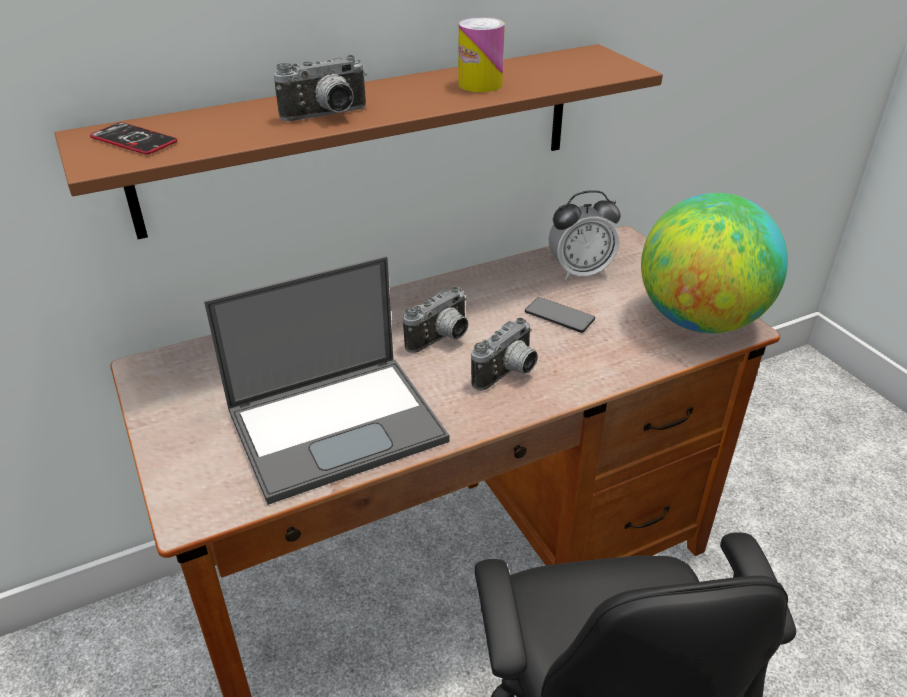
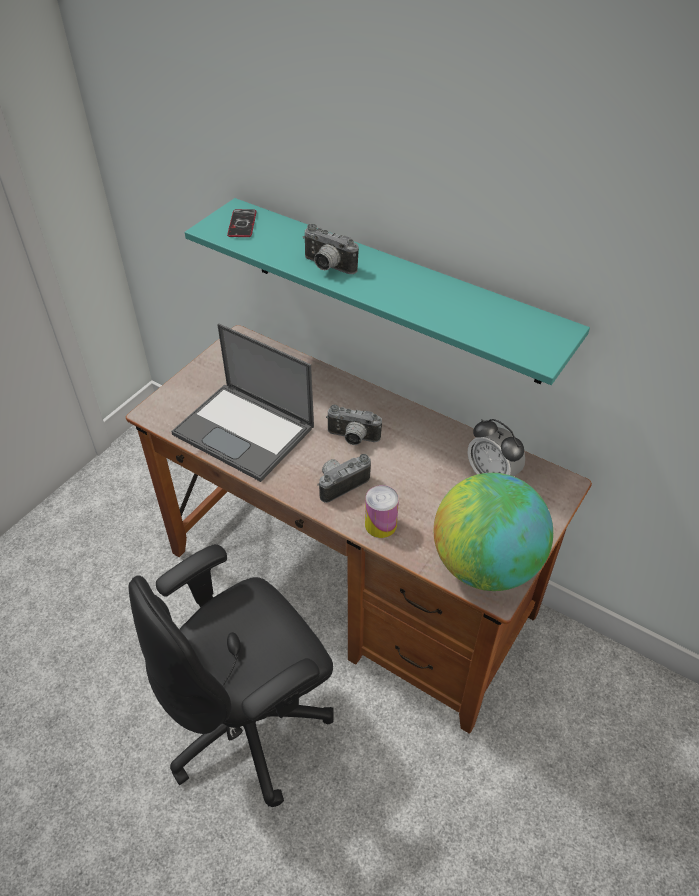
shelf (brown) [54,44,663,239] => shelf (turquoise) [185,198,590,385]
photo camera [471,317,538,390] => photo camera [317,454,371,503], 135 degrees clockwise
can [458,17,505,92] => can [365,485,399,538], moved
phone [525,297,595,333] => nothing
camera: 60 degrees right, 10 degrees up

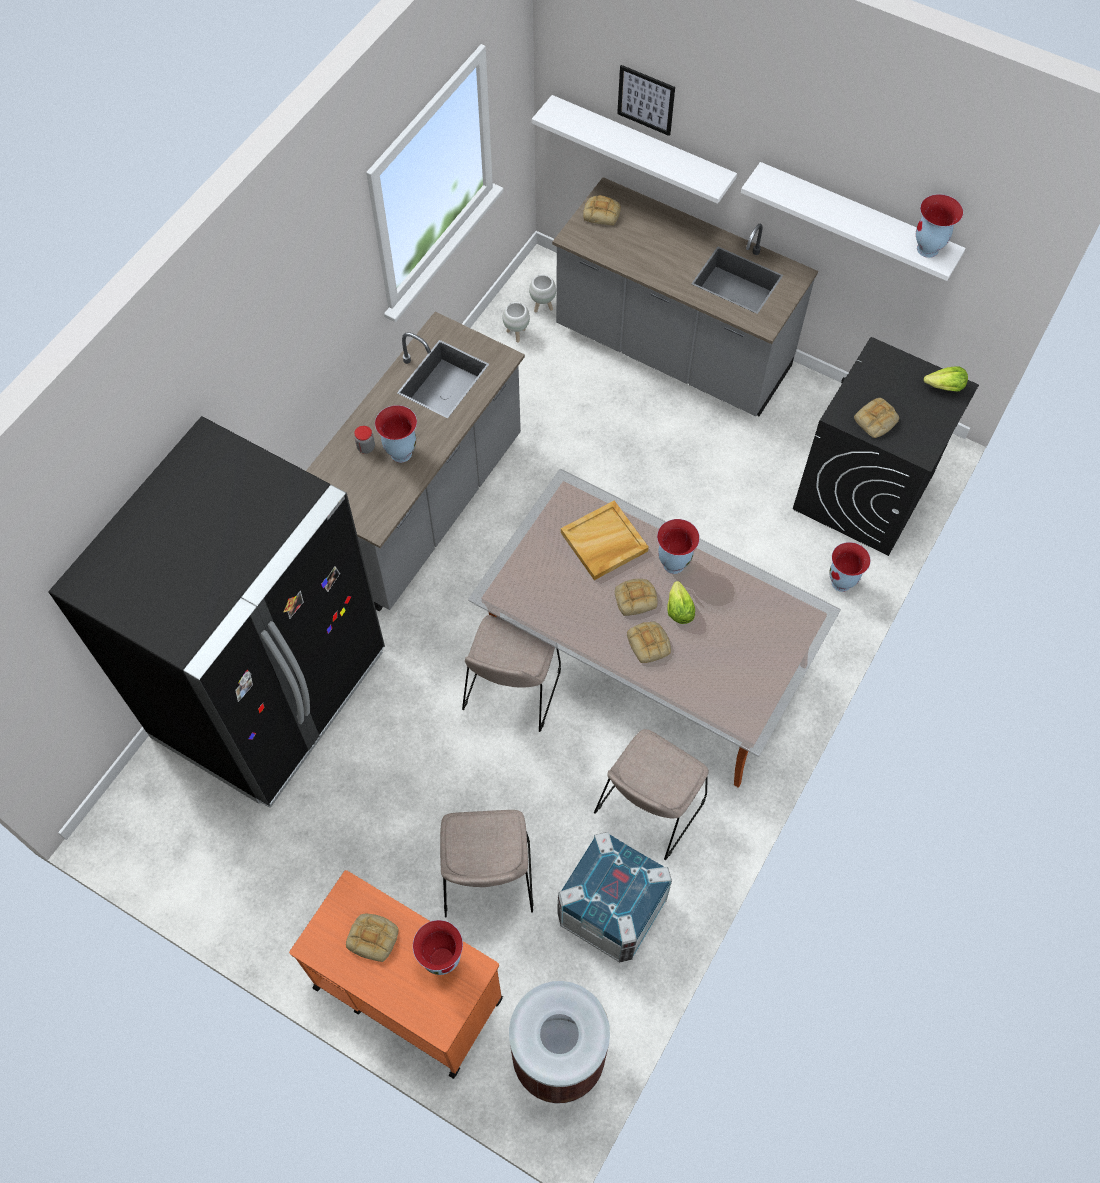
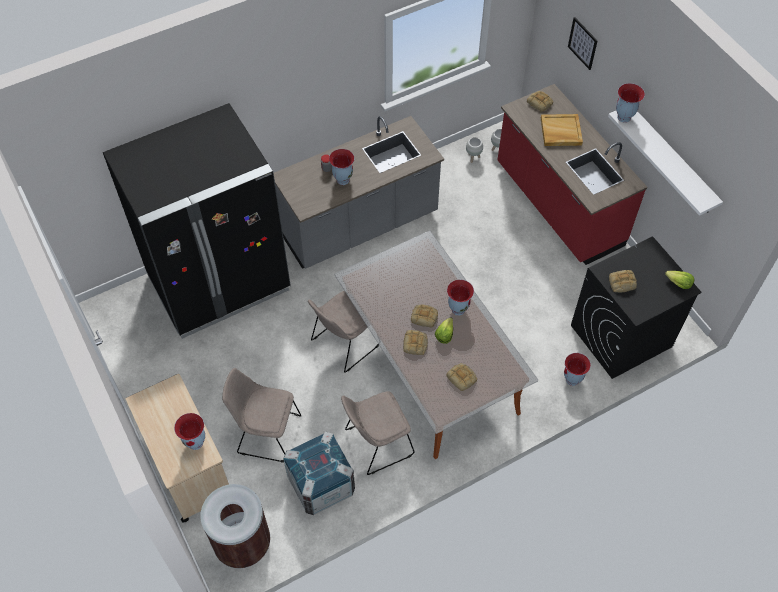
cart (orange) [289,870,503,1079] => cart (beige) [126,374,229,523]
chair (beige) [440,810,534,917] => chair (beige) [222,368,301,463], 75 degrees clockwise
bread [346,914,399,962] => bread [446,363,477,391], moved
counter (grey) [552,177,818,416] => counter (red) [498,84,647,265]
tray (beige) [561,500,649,580] => tray (beige) [541,114,583,146], moved
vase [916,194,963,258] => vase [616,83,645,123], moved
shelf (white) [532,95,737,204] => nothing
camera: 30 degrees right, 5 degrees down

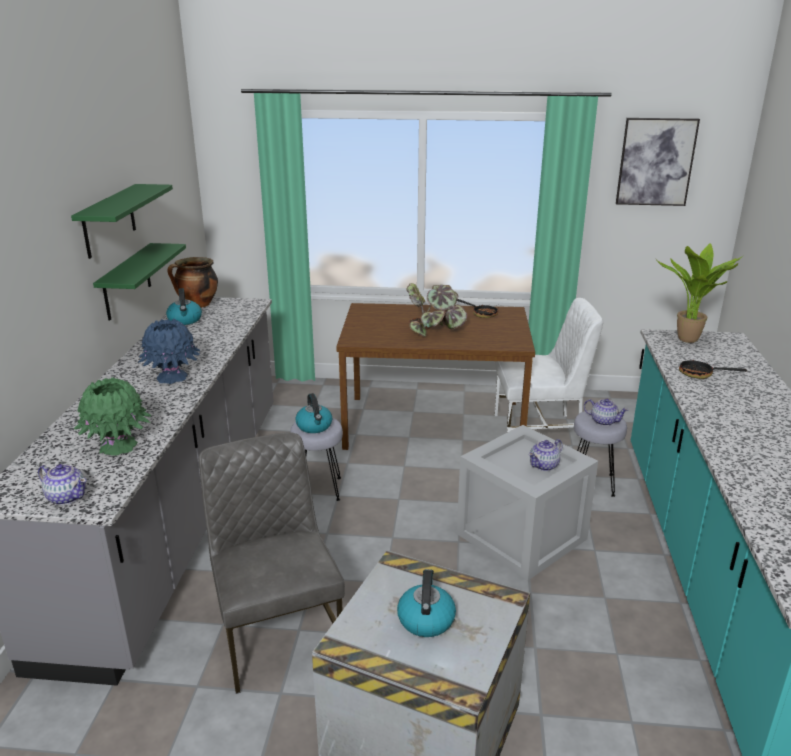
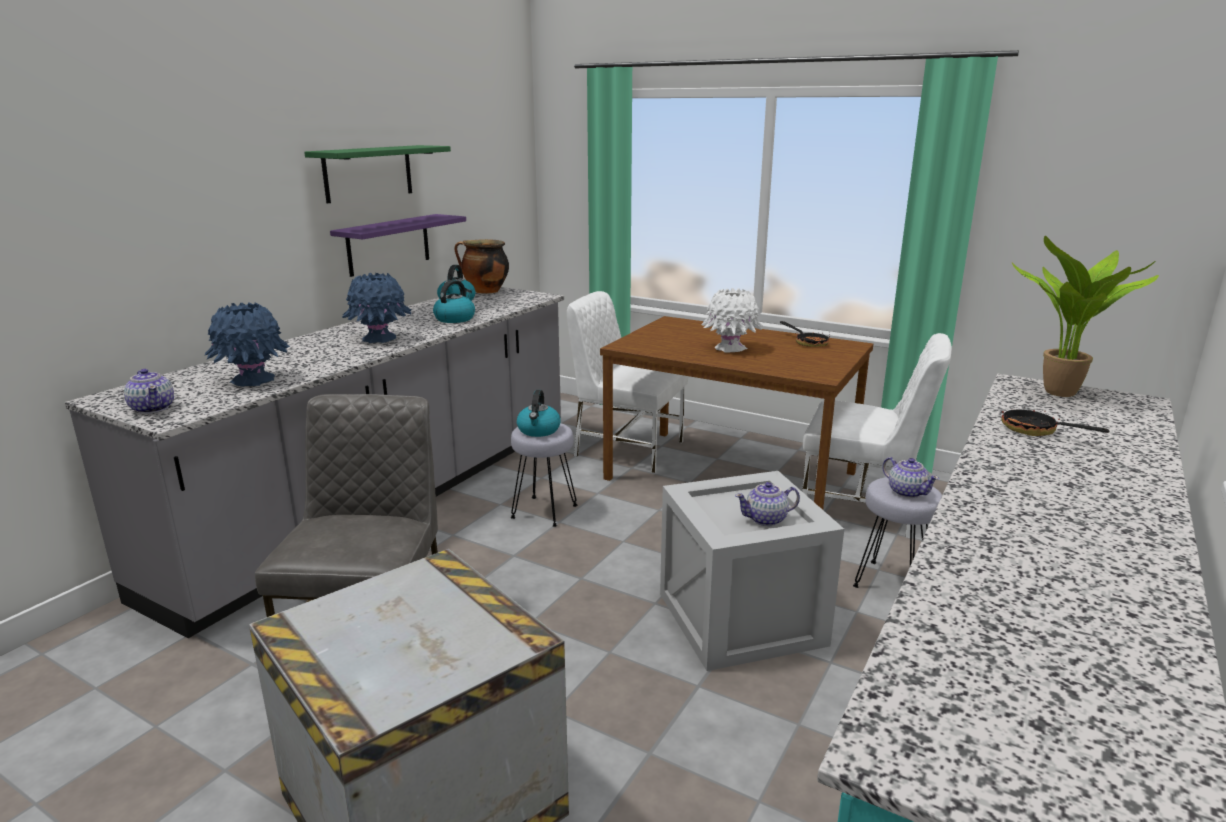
vase (green) [74,377,151,456] => vase (blue) [205,302,290,387]
shelf (green) [93,243,186,320] => shelf (purple) [330,214,466,277]
kettle [397,569,456,637] => kettle [433,280,475,323], moved
nothing => chair (white) [567,291,688,473]
potted plant [407,283,468,337] => vase (white) [701,288,763,352]
picture [616,118,700,206] => nothing
camera: 25 degrees right, 5 degrees down

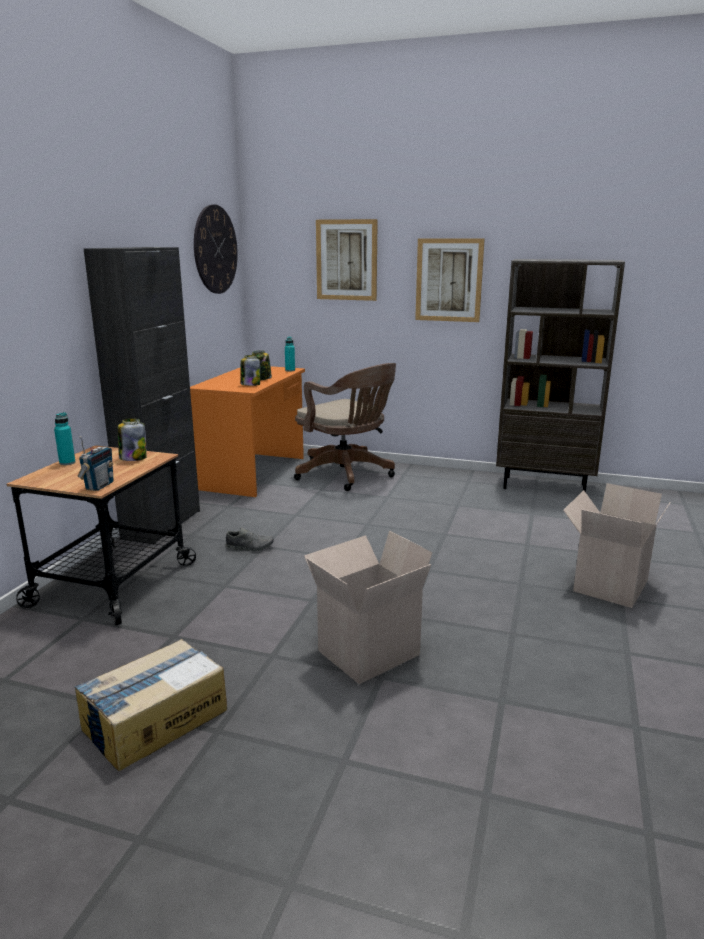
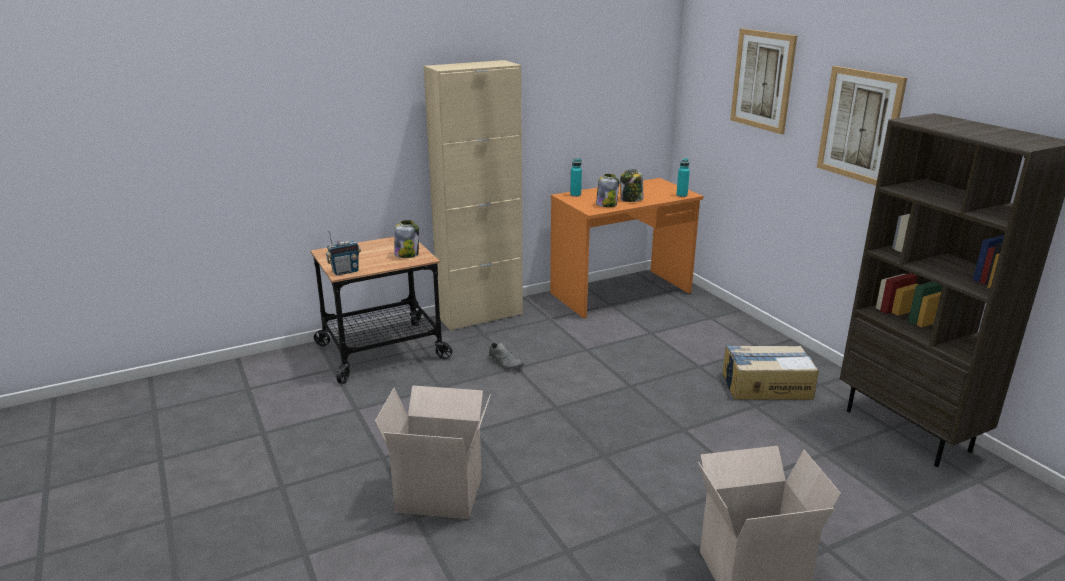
cabinet (black) [84,247,200,545] => cabinet (beige) [424,60,523,331]
bottle (turquoise) [54,412,76,465] => bottle (turquoise) [570,158,582,197], moved
cardboard box [74,639,227,771] => cardboard box [722,345,819,400], moved
wall clock [194,204,238,294] => nothing
office chair (brown) [294,363,396,491] => nothing
camera: 45 degrees right, 5 degrees up

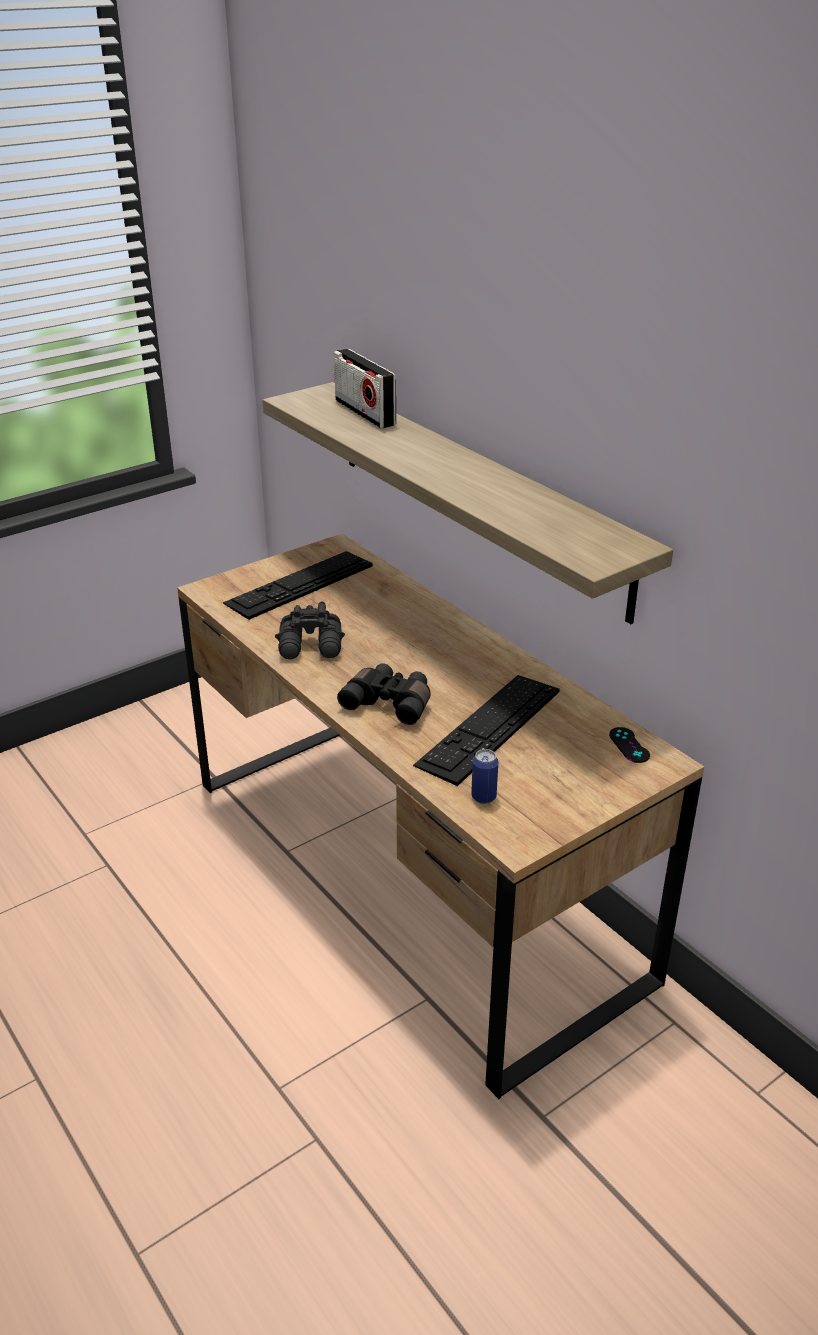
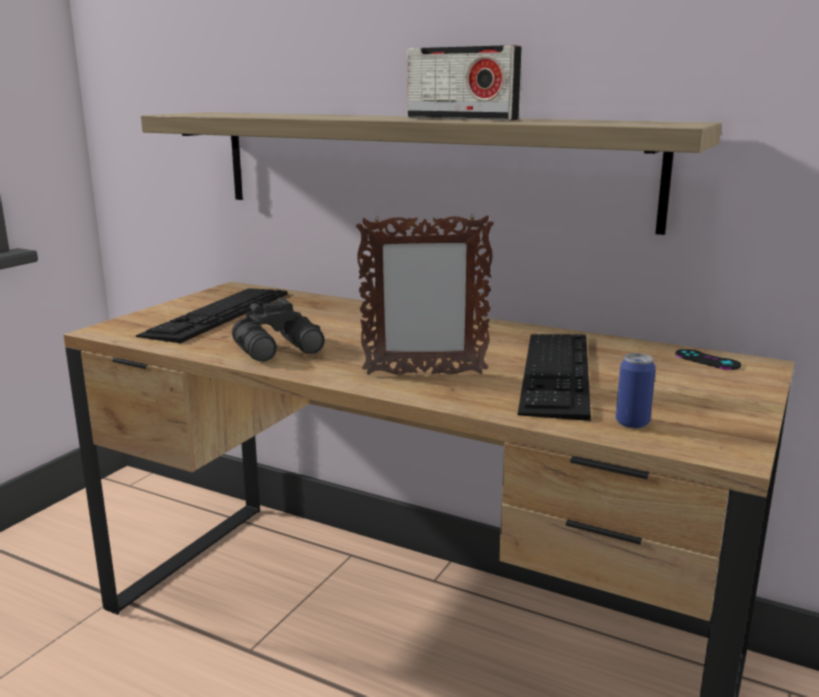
binoculars (black) [337,663,431,725] => picture frame [356,215,494,375]
radio [334,349,396,428] => radio [407,45,522,120], moved
camera: 25 degrees left, 15 degrees down

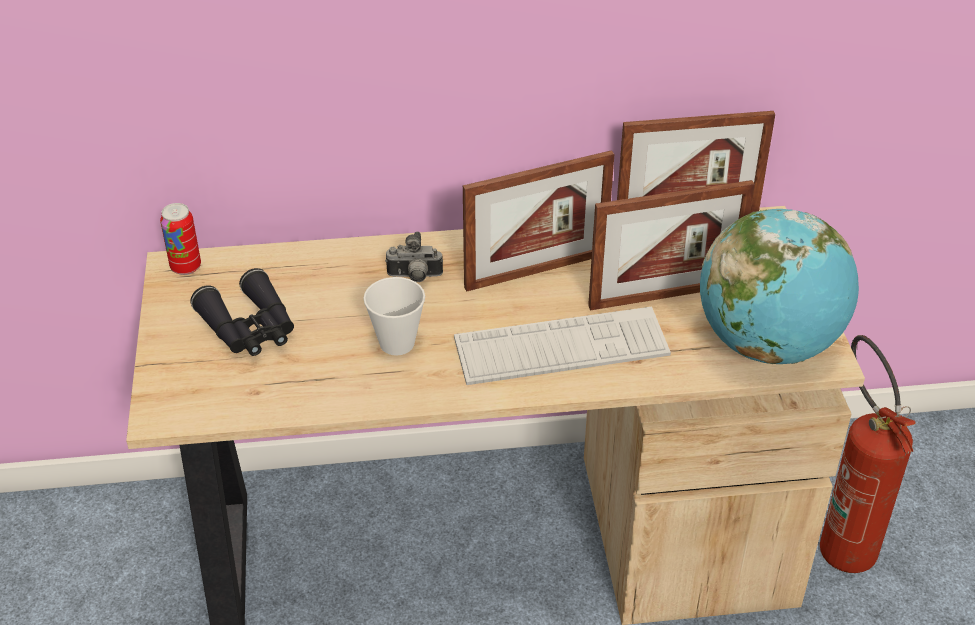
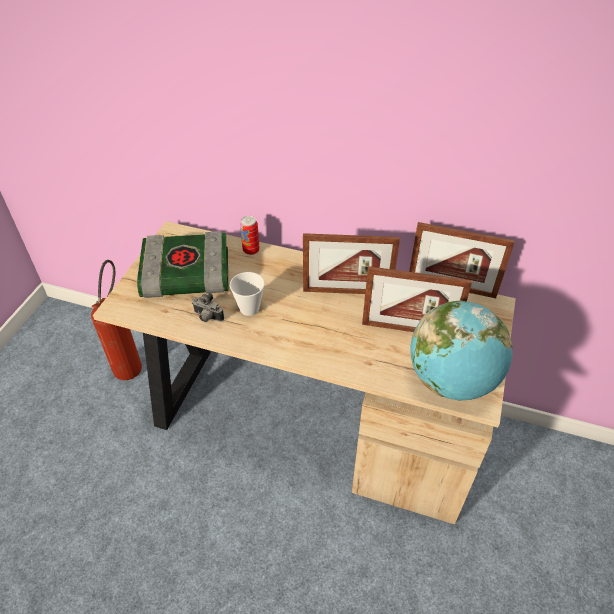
fire extinguisher [820,335,916,573] => fire extinguisher [91,260,142,380], moved
binoculars (black) [190,268,294,356] => book [137,231,228,298]
photo camera [385,232,443,282] => photo camera [192,293,224,322], moved
can [160,203,201,275] => can [240,216,260,255], moved
keyboard [454,307,671,385] => nothing
camera: 25 degrees right, 5 degrees up

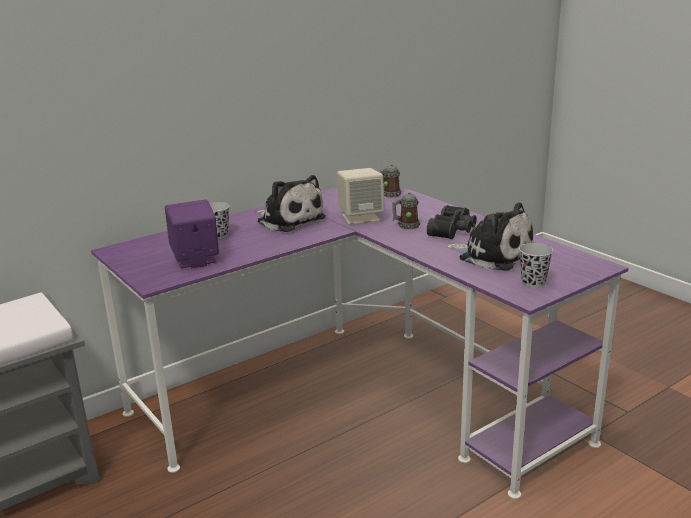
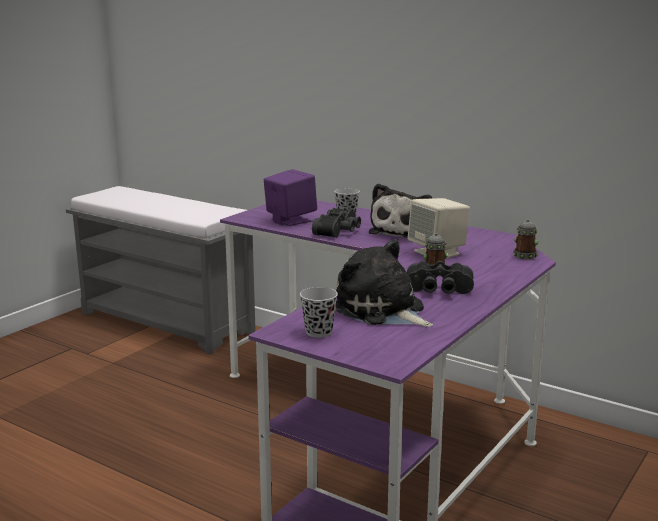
nothing => binoculars (black) [312,208,361,238]
plush toy [445,203,533,271] => plush toy [335,239,433,327], 120 degrees clockwise
camera: 70 degrees right, 5 degrees down

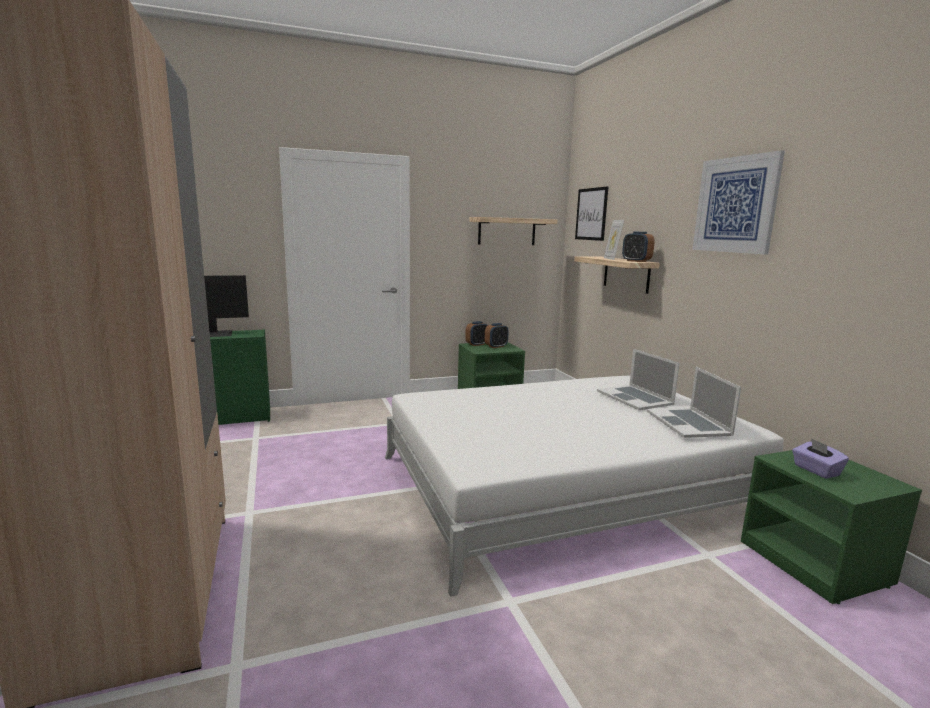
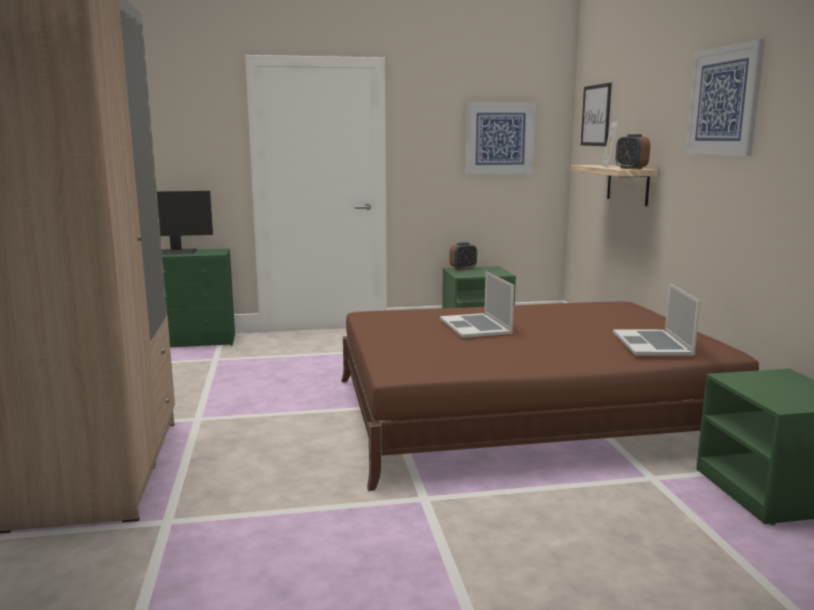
bed (white) [385,376,784,596] => bed (brown) [341,302,759,491]
laptop [597,349,680,410] => laptop [440,271,514,338], moved
shelf [470,217,557,245] => picture [465,102,536,174]
alarm clock [485,323,509,348] => nothing
tissue box (purple) [792,438,849,479] => nothing
camera: 10 degrees right, 0 degrees up

